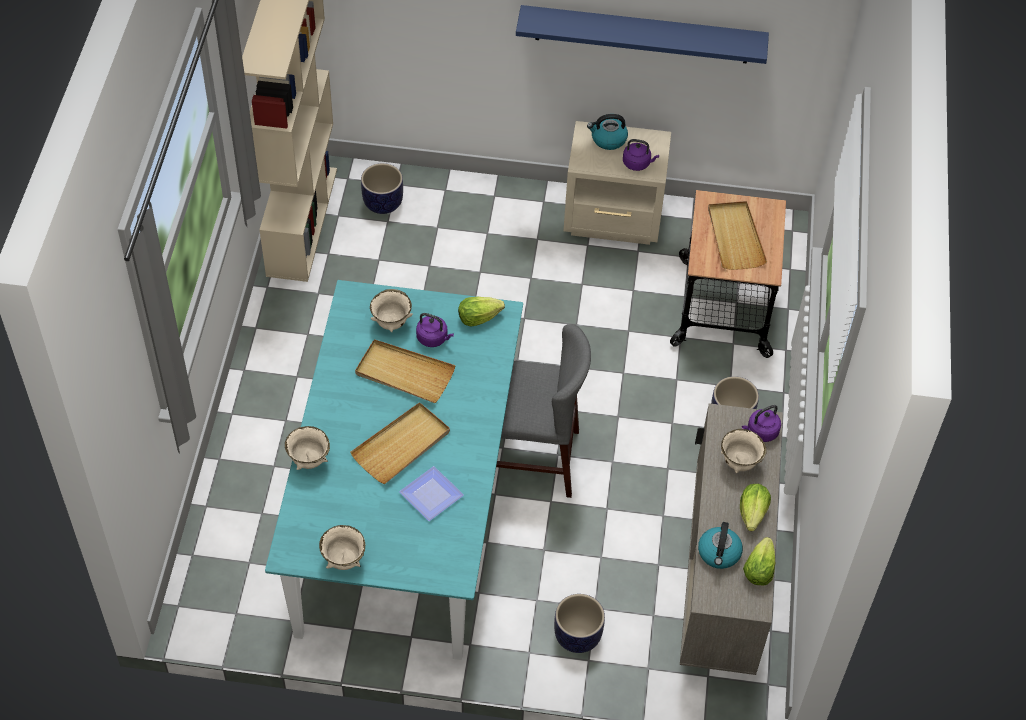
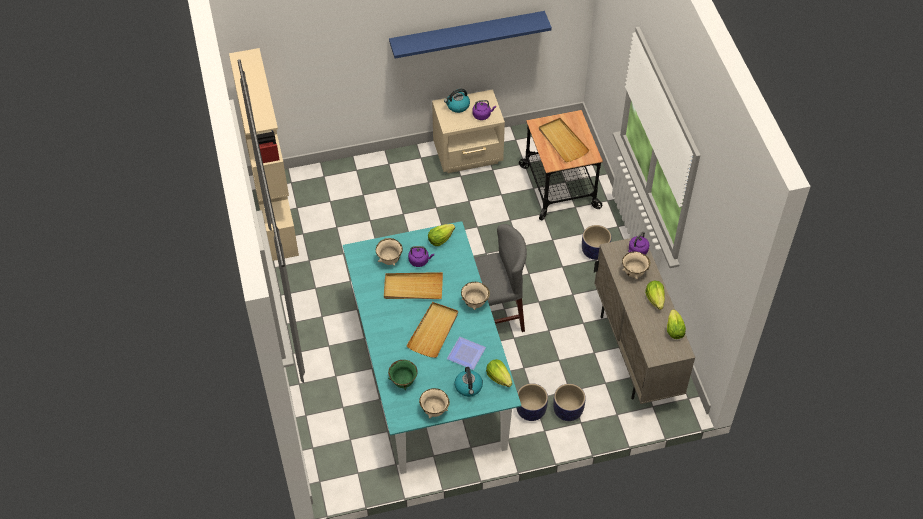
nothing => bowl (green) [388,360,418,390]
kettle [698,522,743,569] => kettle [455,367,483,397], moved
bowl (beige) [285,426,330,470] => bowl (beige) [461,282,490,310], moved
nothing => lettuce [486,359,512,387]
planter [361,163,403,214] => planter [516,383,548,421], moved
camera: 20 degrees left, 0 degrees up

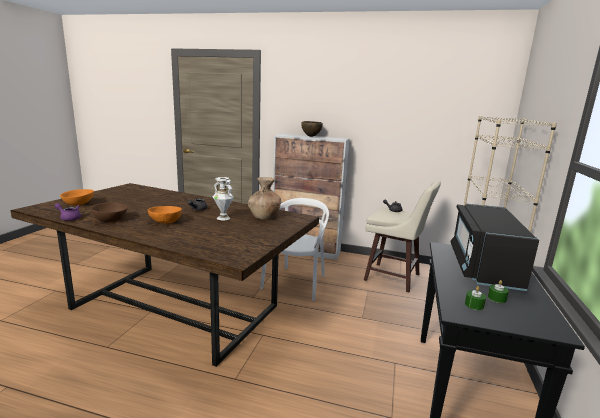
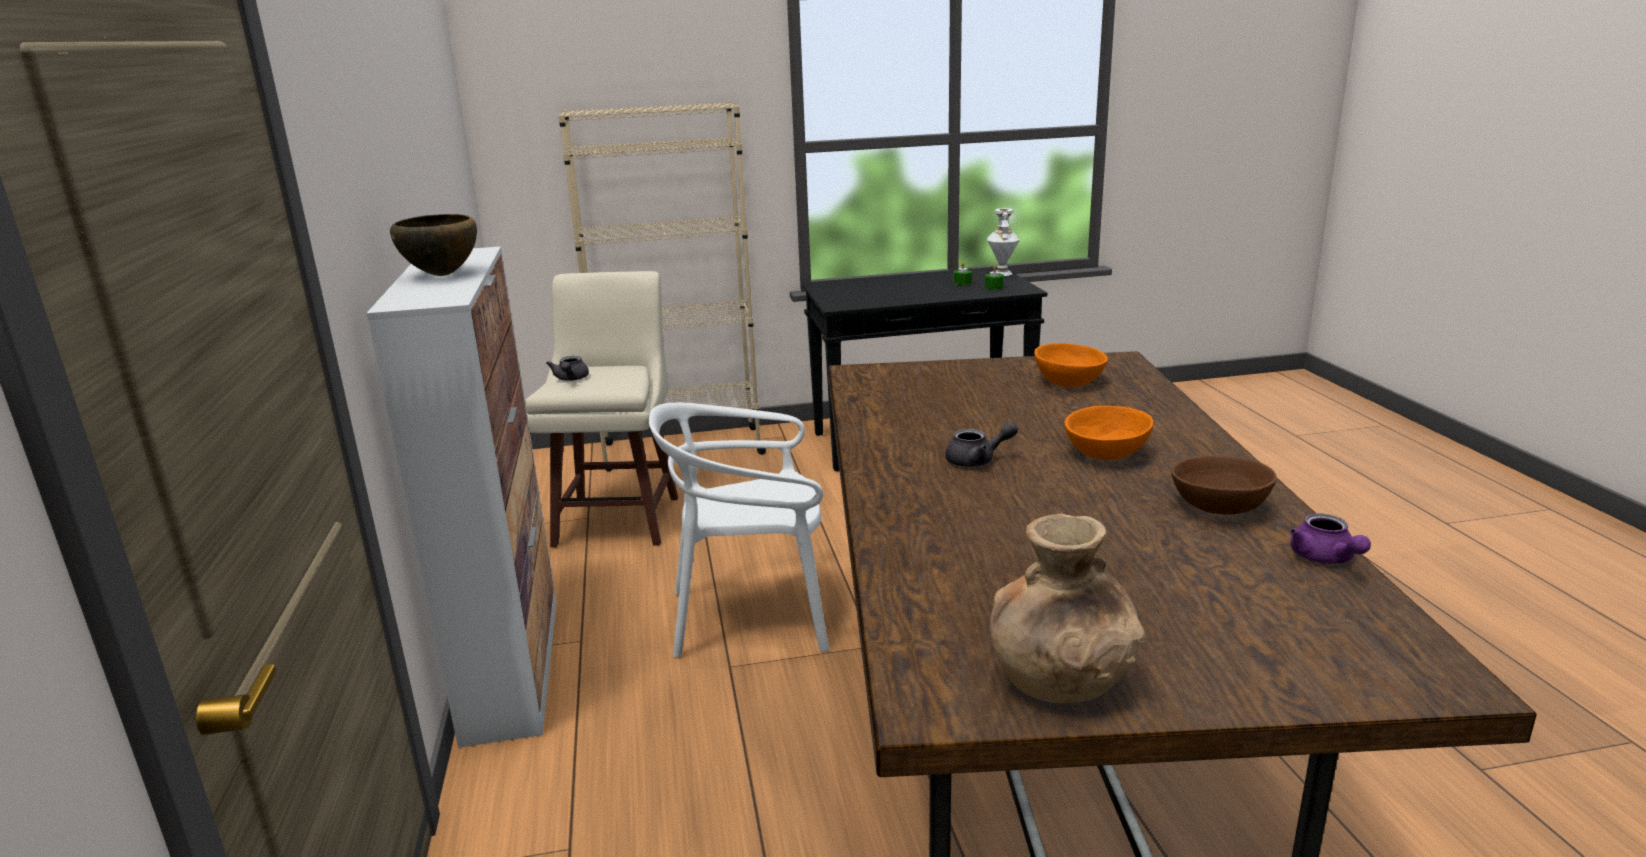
vase (white) [212,177,234,220] => vase (white) [987,208,1020,276], moved
vase (brown) [248,177,281,219] => vase (brown) [990,514,1146,704], moved
bowl (orange) [60,189,94,206] => bowl (orange) [1034,343,1108,387], moved
microwave (black) [451,204,539,291] => nothing
camera: 115 degrees left, 5 degrees up

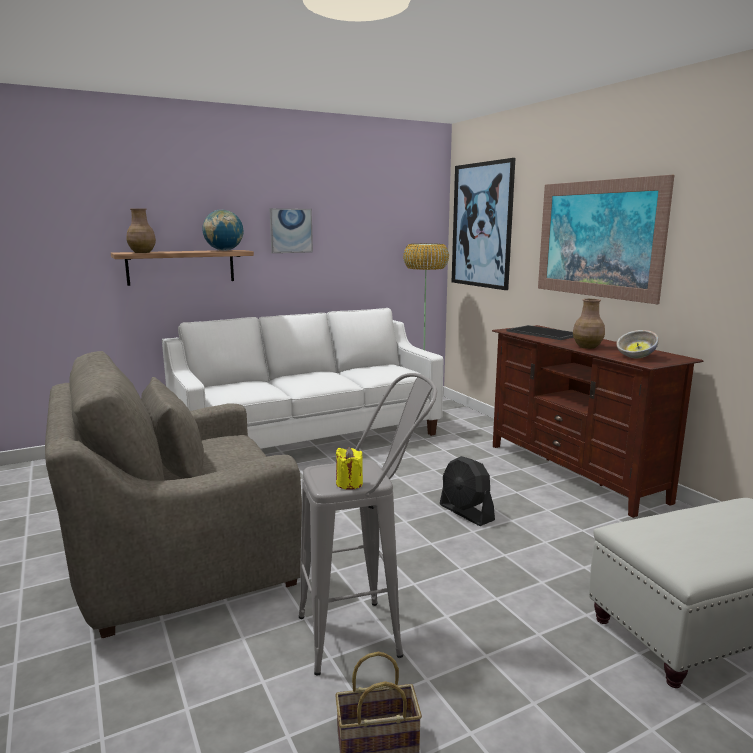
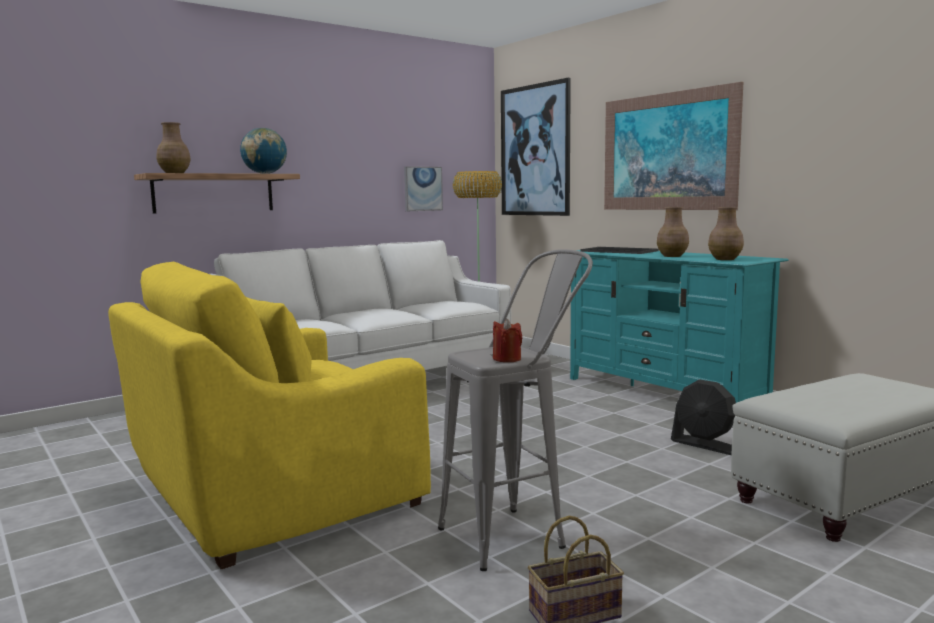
armchair (grey) [45,351,302,638] => armchair (yellow) [108,262,431,569]
picture [269,208,313,253] => picture [404,166,443,211], moved
candle (yellow) [336,447,363,490] => candle (red) [493,318,522,362]
tv stand (brown) [492,325,704,518] => tv stand (turquoise) [570,250,789,403]
fan (black) [440,456,495,526] => fan (black) [671,379,736,455], moved
bowl [617,330,659,358] => vase (brown) [708,207,744,260]
camera: 10 degrees left, 5 degrees down

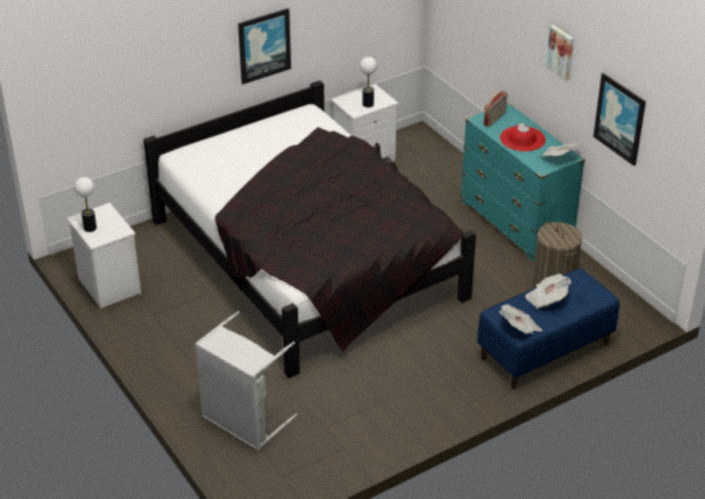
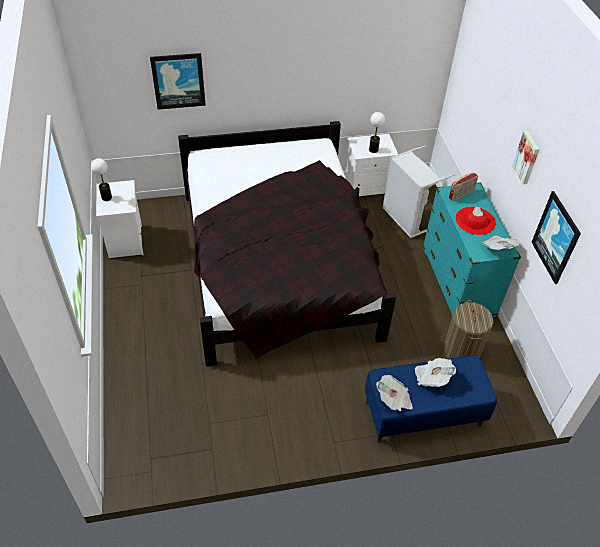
picture [238,8,291,84] => picture [150,53,206,110], moved
laundry basket (grey) [195,311,298,451] => laundry basket (grey) [383,145,456,238], moved
camera: 20 degrees right, 10 degrees up

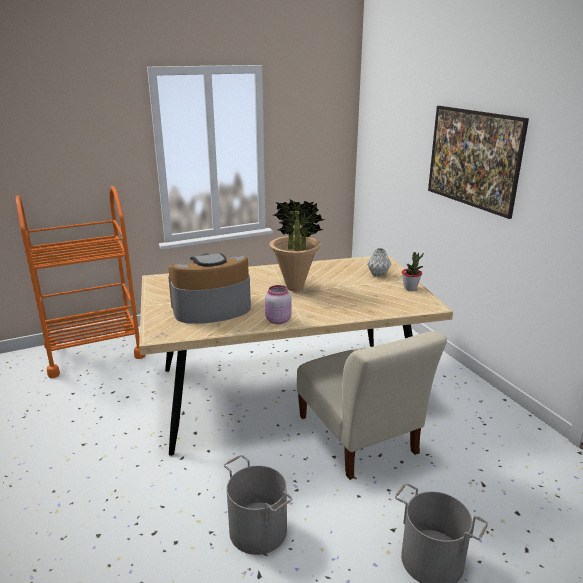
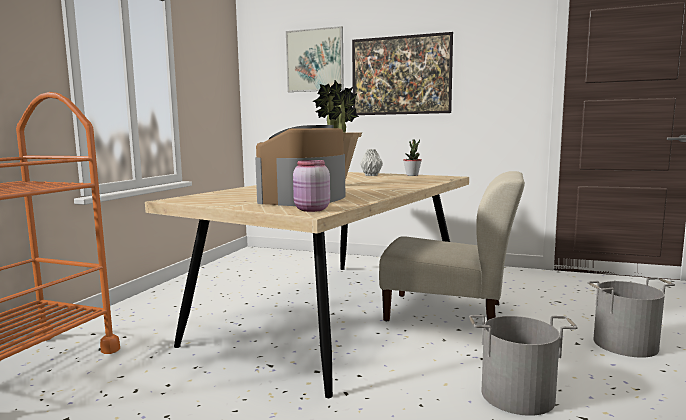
nothing => picture [286,26,344,92]
jar (pink) [265,285,291,324] => jar (pink) [293,160,330,212], moved
camera: 45 degrees left, 15 degrees down

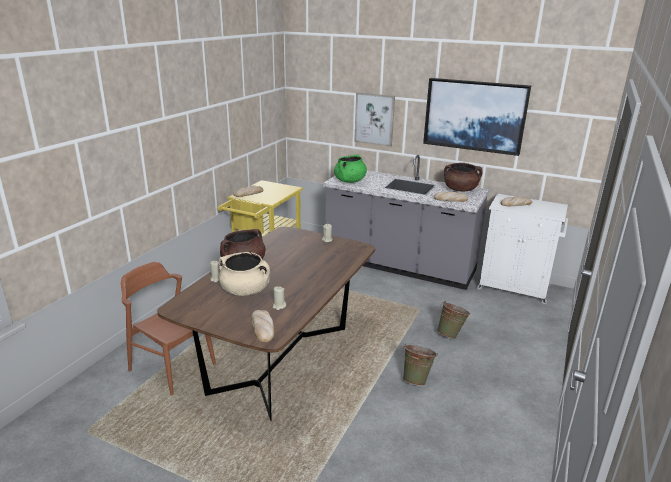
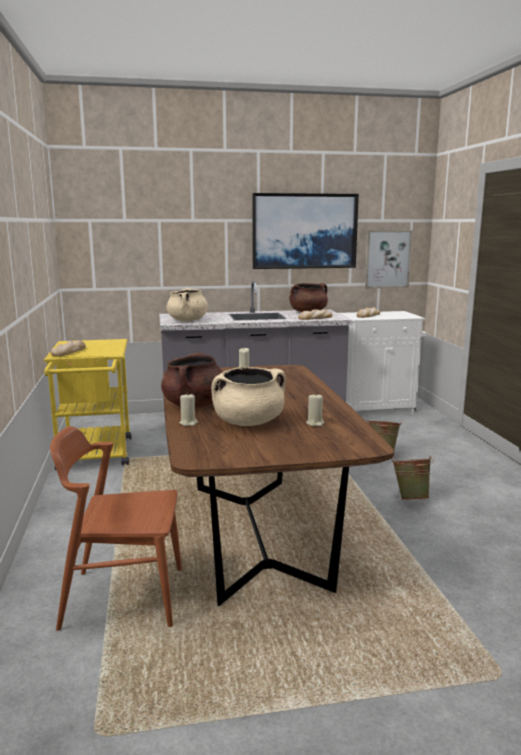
cooking pot (green) [334,154,367,183] => cooking pot (beige) [166,288,208,322]
picture [354,92,395,147] => picture [365,230,412,288], moved
bread [251,310,274,342] => nothing
camera: 35 degrees left, 10 degrees down

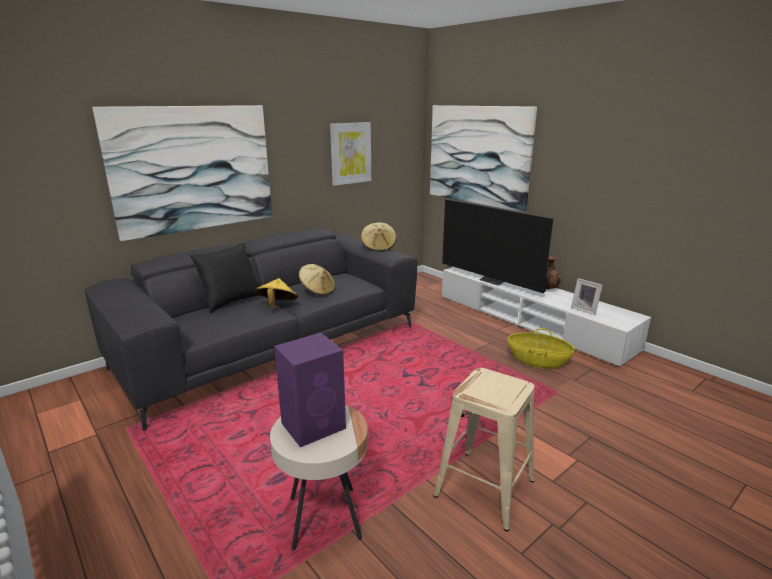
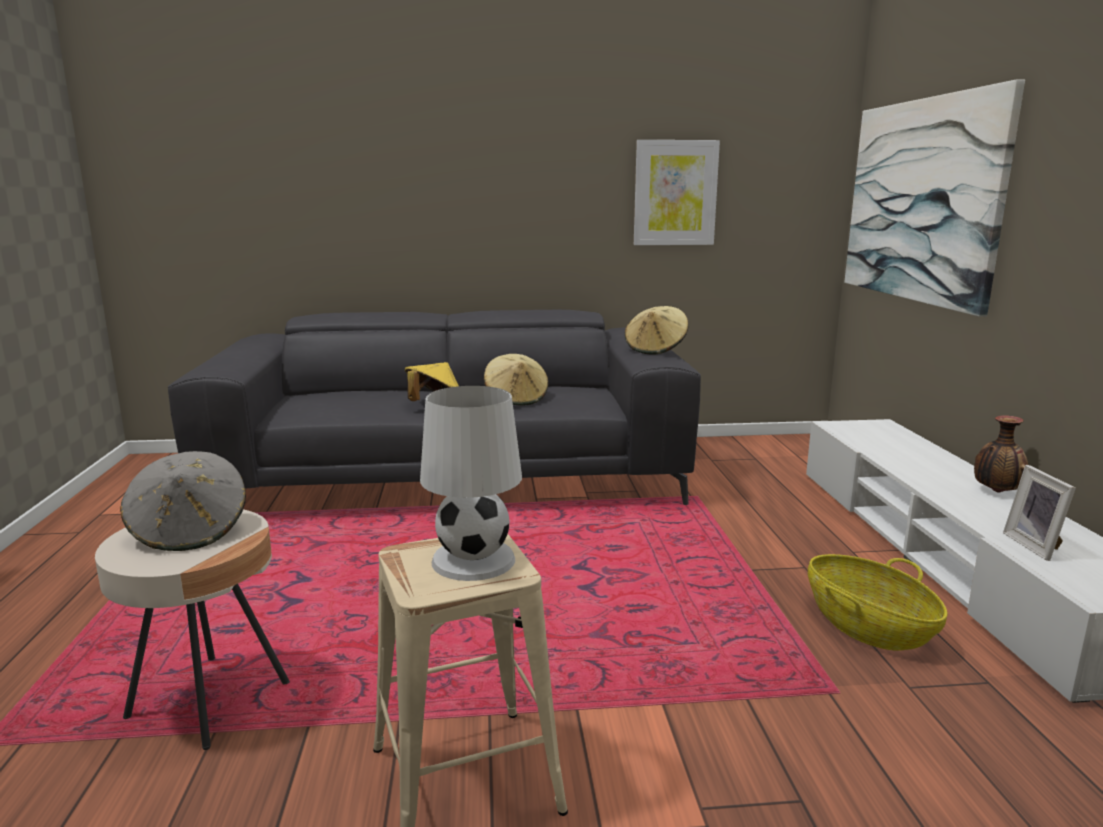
speaker (purple) [274,333,346,447] => hat (grey) [120,451,246,551]
nothing => table lamp (white) [420,386,522,581]
picture [92,105,272,241] => nothing
pillow (black) [190,243,261,313] => nothing
television [442,199,553,293] => nothing
camera: 35 degrees right, 5 degrees down

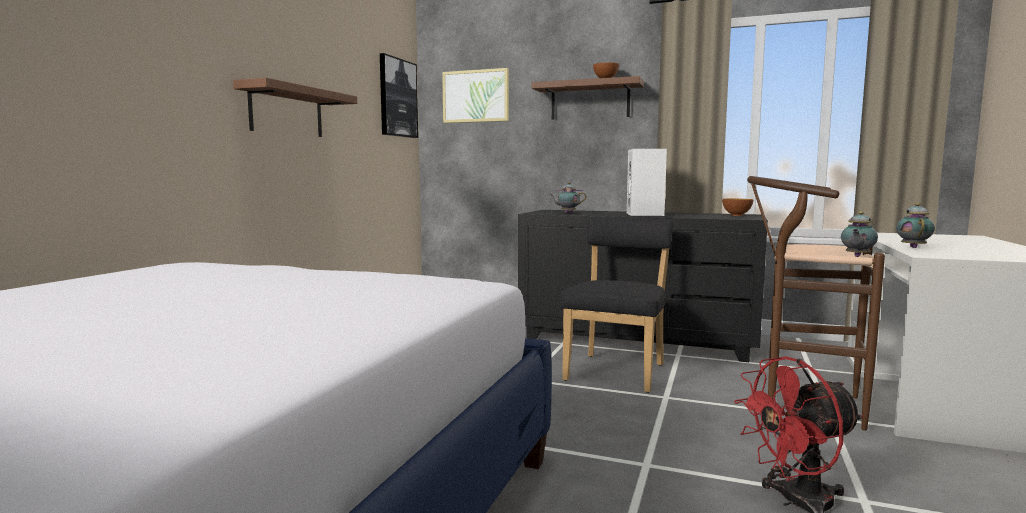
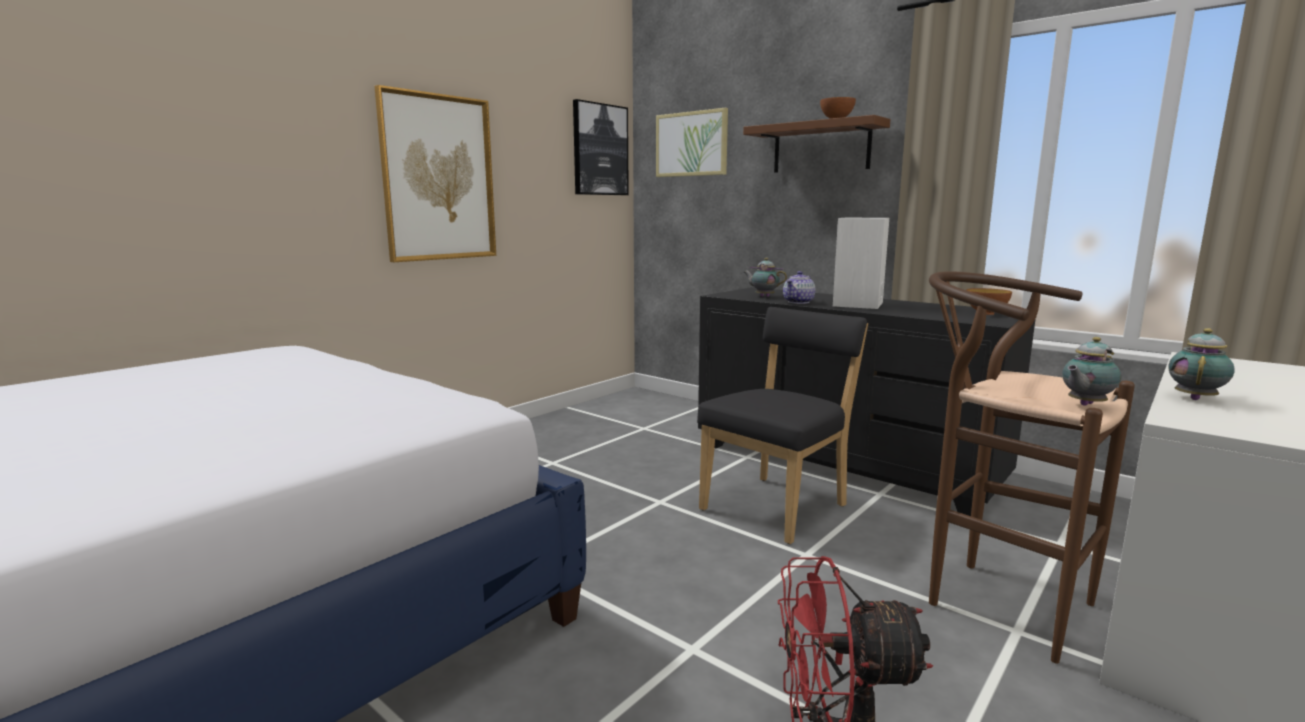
shelf (brown) [233,78,357,137] => picture [374,85,496,262]
nothing => teapot [783,271,815,304]
camera: 20 degrees right, 5 degrees up

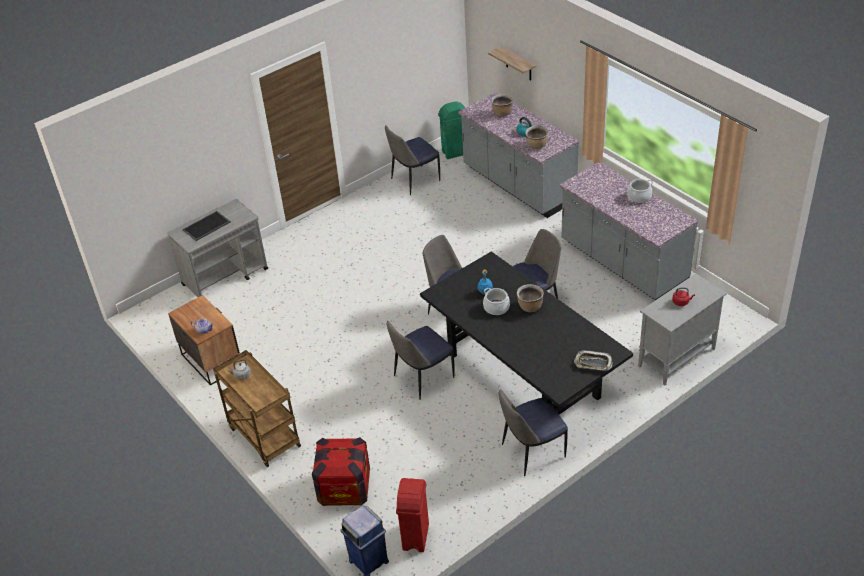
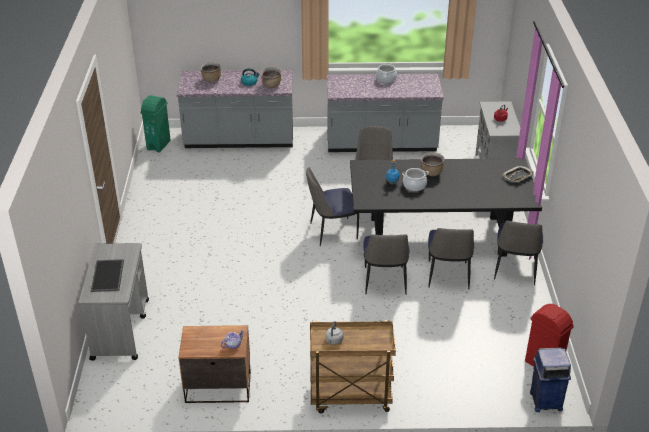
chair [385,125,440,195] => chair [428,228,474,289], moved
crate [312,437,370,506] => nothing
shelf [488,46,536,81] => nothing
camera: 55 degrees left, 5 degrees down

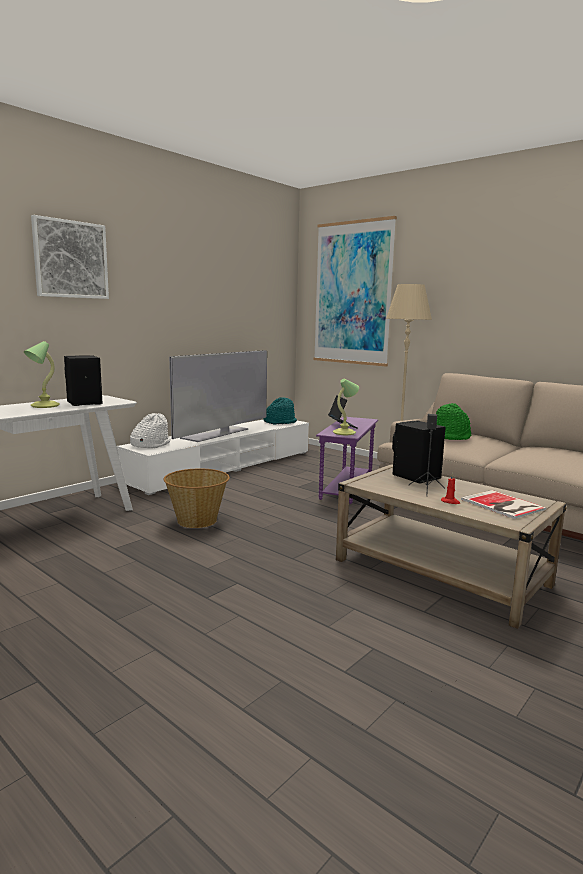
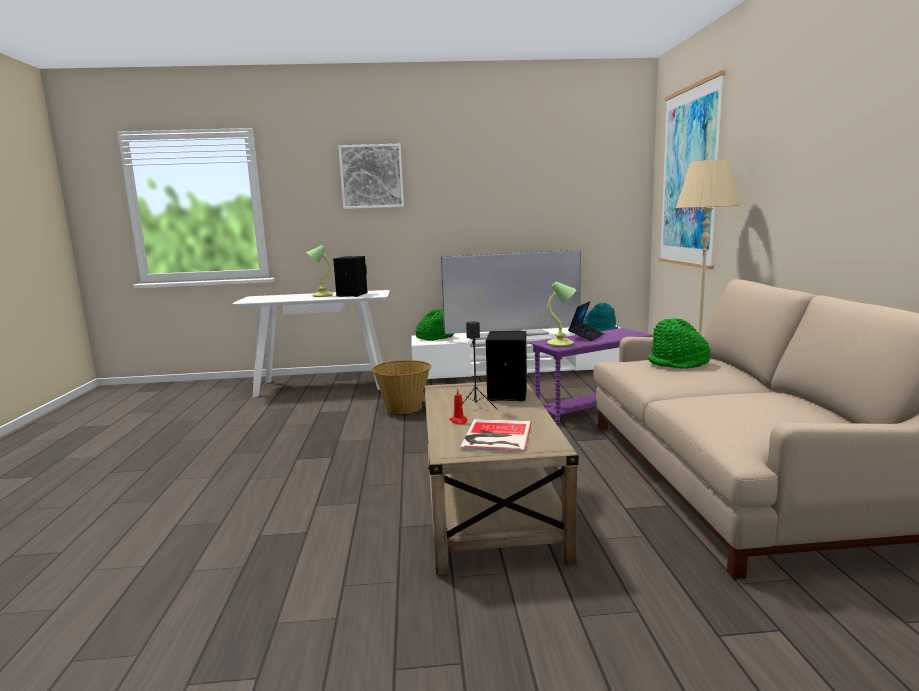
hat (white) [130,413,171,448] => hat (green) [415,309,454,341]
camera: 45 degrees right, 0 degrees up

